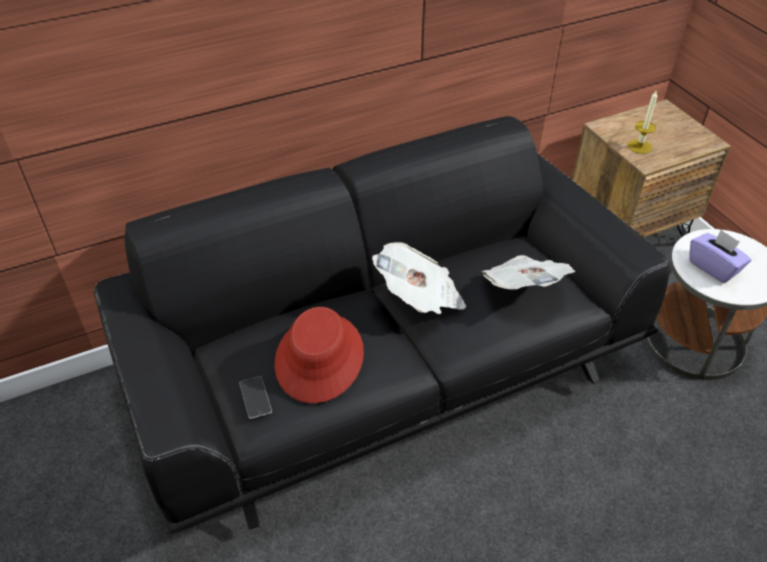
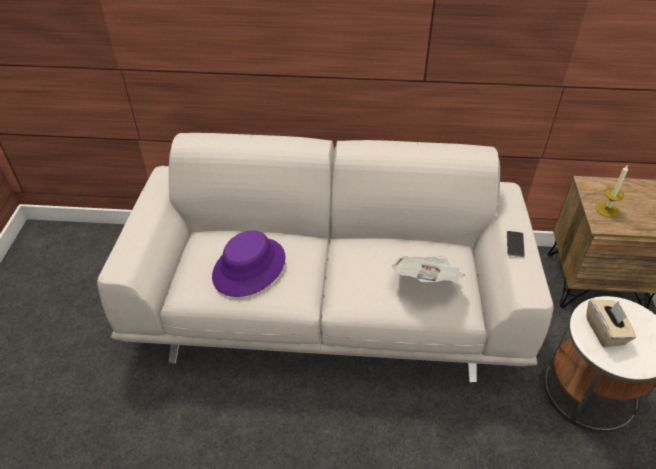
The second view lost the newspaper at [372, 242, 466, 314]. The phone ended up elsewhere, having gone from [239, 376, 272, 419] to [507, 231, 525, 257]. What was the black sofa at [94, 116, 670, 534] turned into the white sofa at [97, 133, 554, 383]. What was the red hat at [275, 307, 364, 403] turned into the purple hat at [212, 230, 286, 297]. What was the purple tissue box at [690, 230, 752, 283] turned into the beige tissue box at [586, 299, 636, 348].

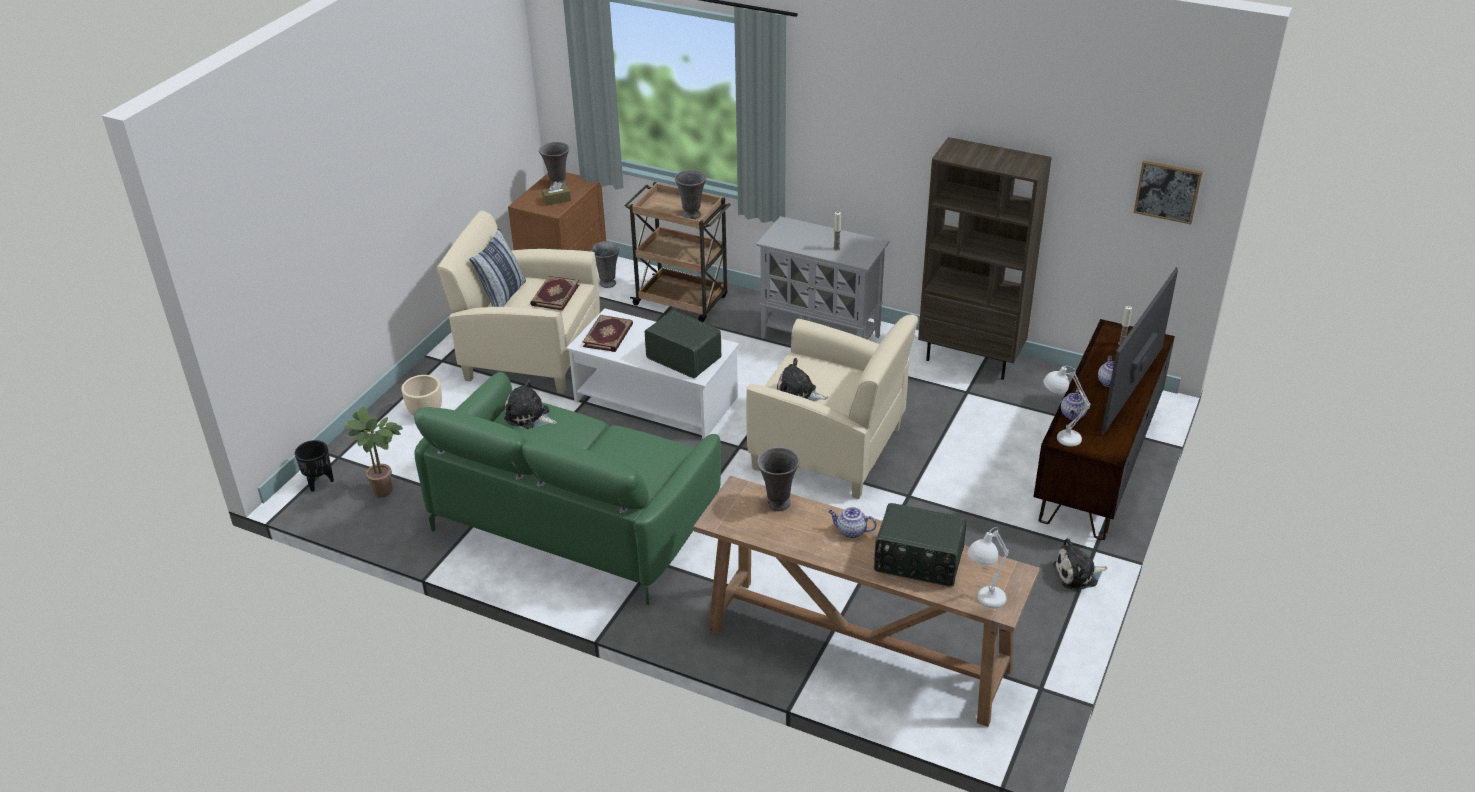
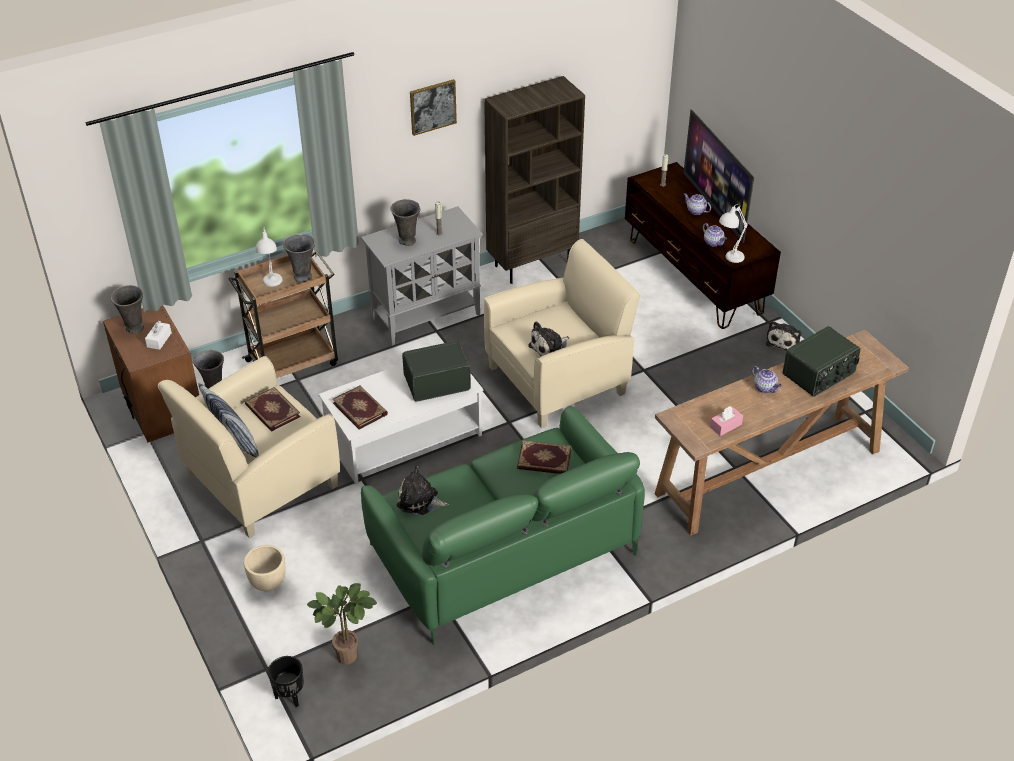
The second view gained the book at [517, 440, 572, 474]. The second view gained the pink tissue box at [710, 406, 743, 436]. The grey vase ended up elsewhere, having gone from [757, 447, 800, 511] to [391, 199, 420, 246]. The white table lamp ended up elsewhere, having gone from [967, 527, 1009, 608] to [256, 227, 283, 287]. The picture ended up elsewhere, having gone from [1134, 160, 1202, 225] to [410, 79, 457, 136]. What was the brown tissue box at [542, 181, 571, 206] turned into the white tissue box at [145, 321, 172, 350]. The plush toy at [504, 379, 557, 429] ended up facing another way, 45 degrees clockwise from before. The teapot at [828, 507, 877, 538] ended up facing another way, 90 degrees counterclockwise from before.

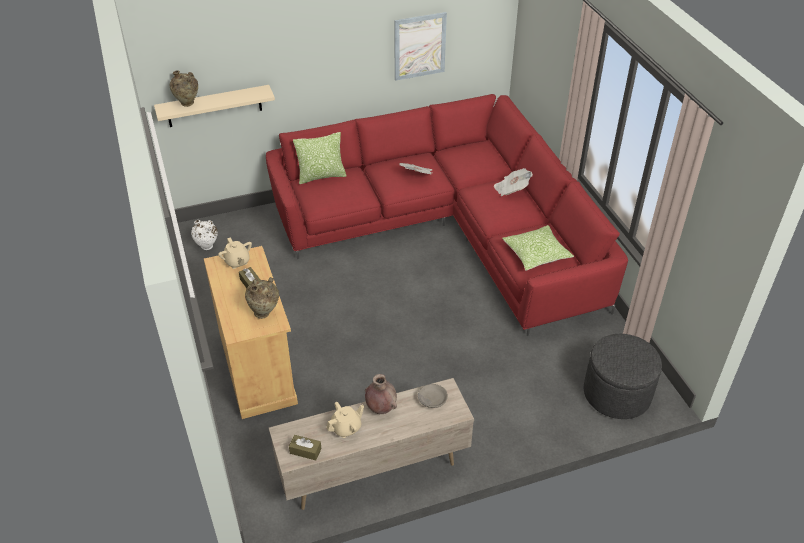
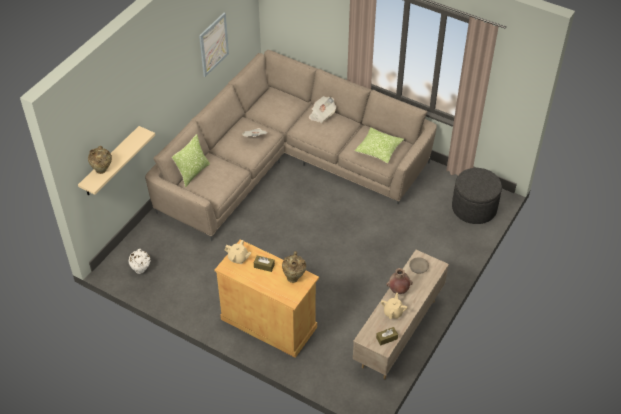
What was the red sofa at [266, 94, 628, 336] turned into the beige sofa at [145, 50, 437, 241].

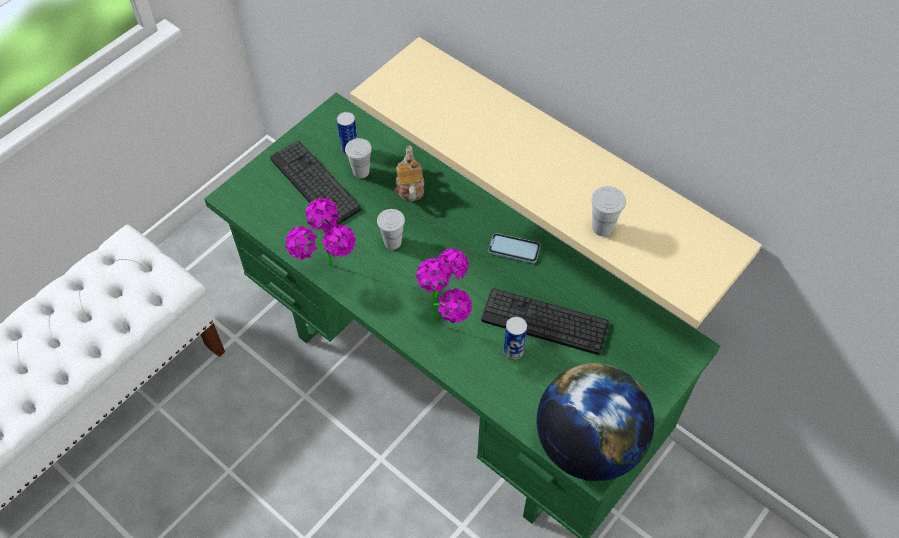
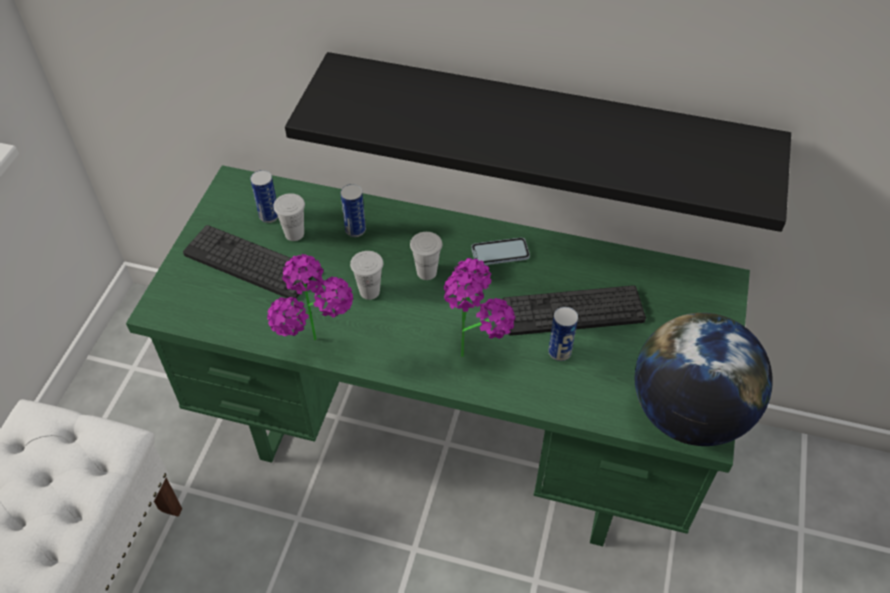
The white cup ended up elsewhere, having gone from [591, 186, 626, 236] to [410, 232, 442, 280]. Where the teapot stood at [394, 145, 424, 201], the can came to stand at [340, 184, 366, 237]. What was the beige shelf at [350, 37, 762, 328] turned into the black shelf at [285, 52, 791, 232].

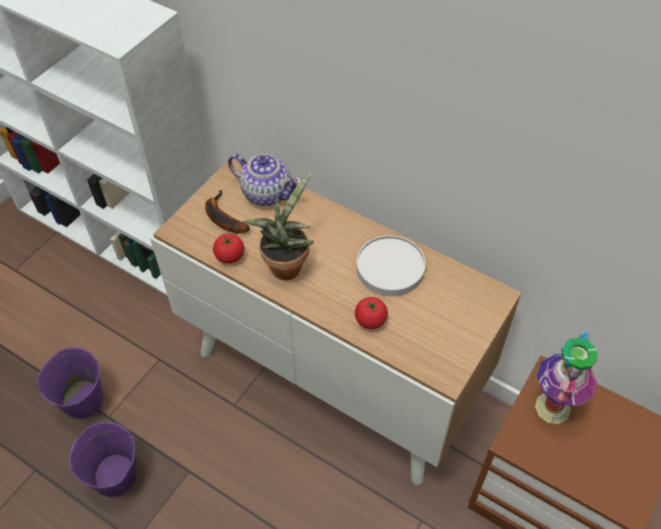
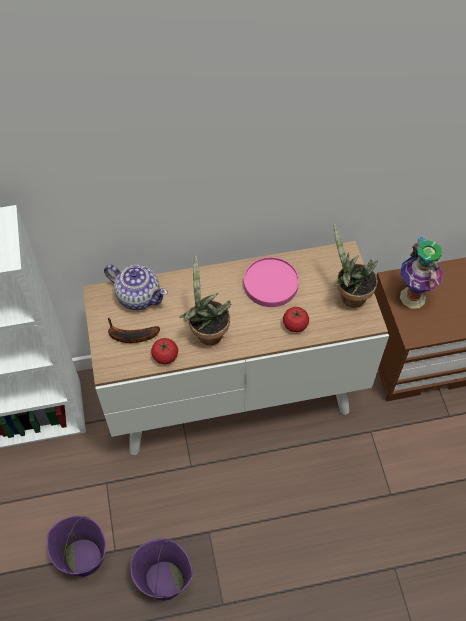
The second view gained the potted plant at [334, 224, 378, 308]. What was the white plate at [357, 235, 425, 296] turned into the pink plate at [244, 257, 299, 307]. The teapot at [228, 154, 302, 206] ended up facing another way, 45 degrees clockwise from before.

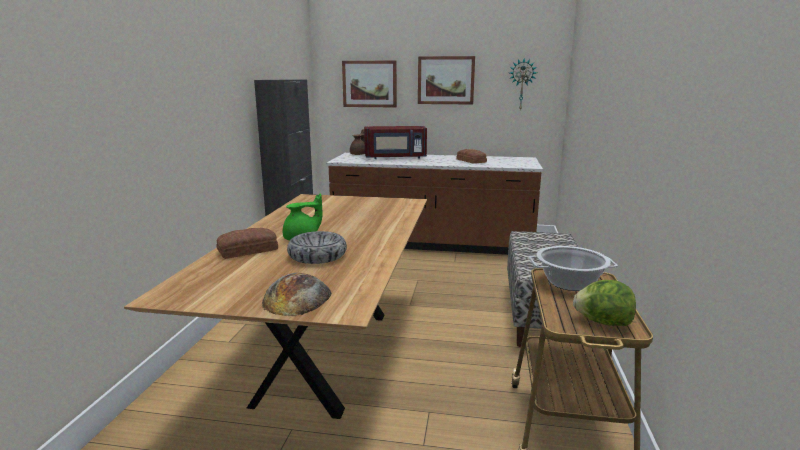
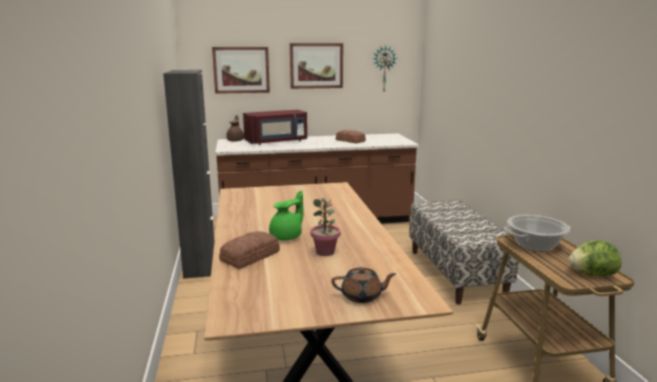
Where the bread stood at [262, 273, 332, 316], the brown teapot came to stand at [331, 267, 396, 303]. Where the bowl stood at [287, 231, 347, 264], the potted plant came to stand at [310, 198, 340, 256].

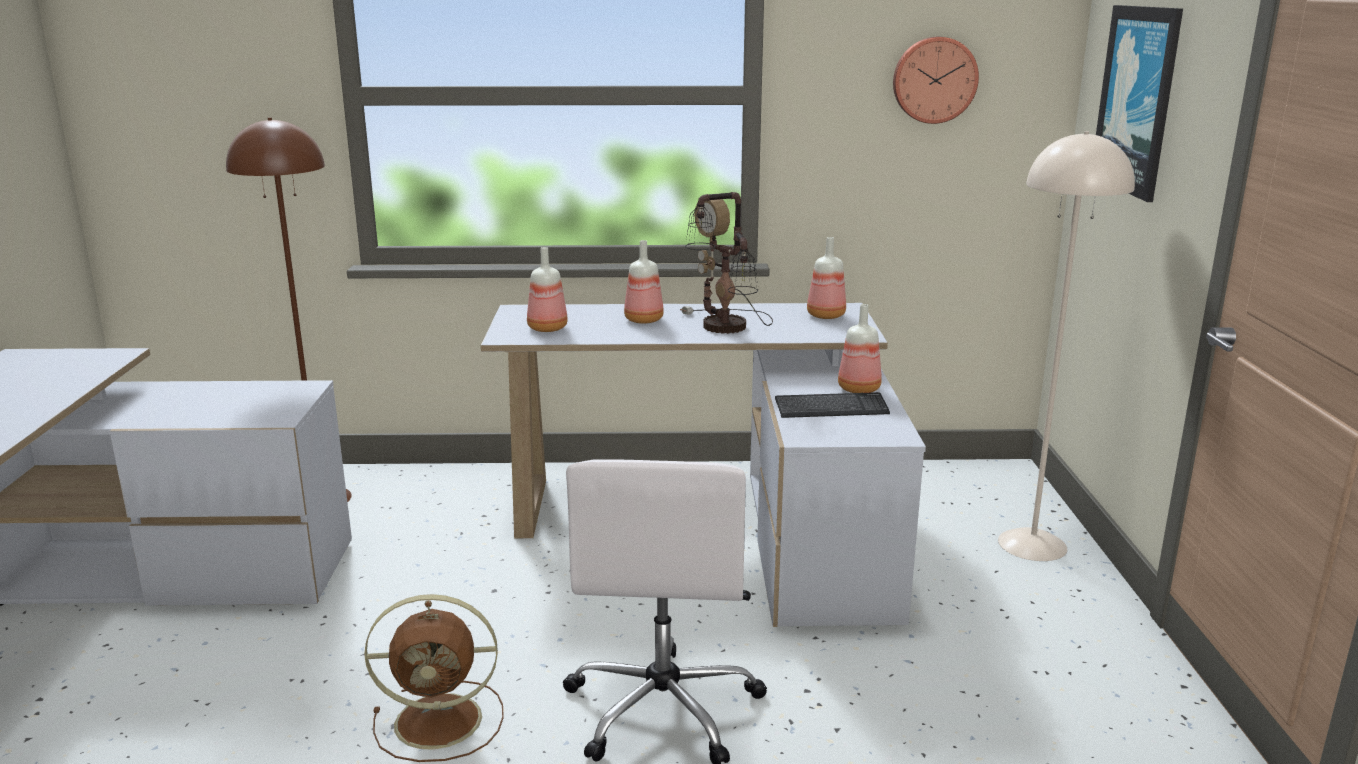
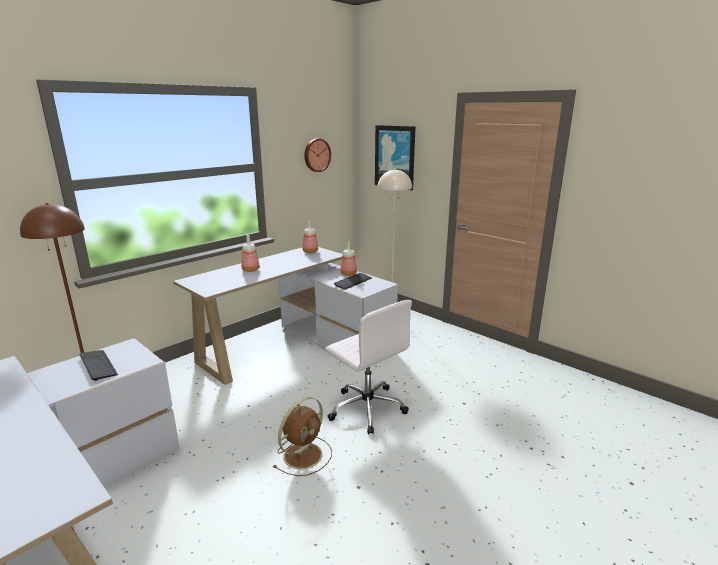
The second view lost the bottle at [527, 247, 568, 332]. The second view lost the table lamp at [680, 192, 773, 334]. The second view gained the keyboard at [79, 350, 118, 381].

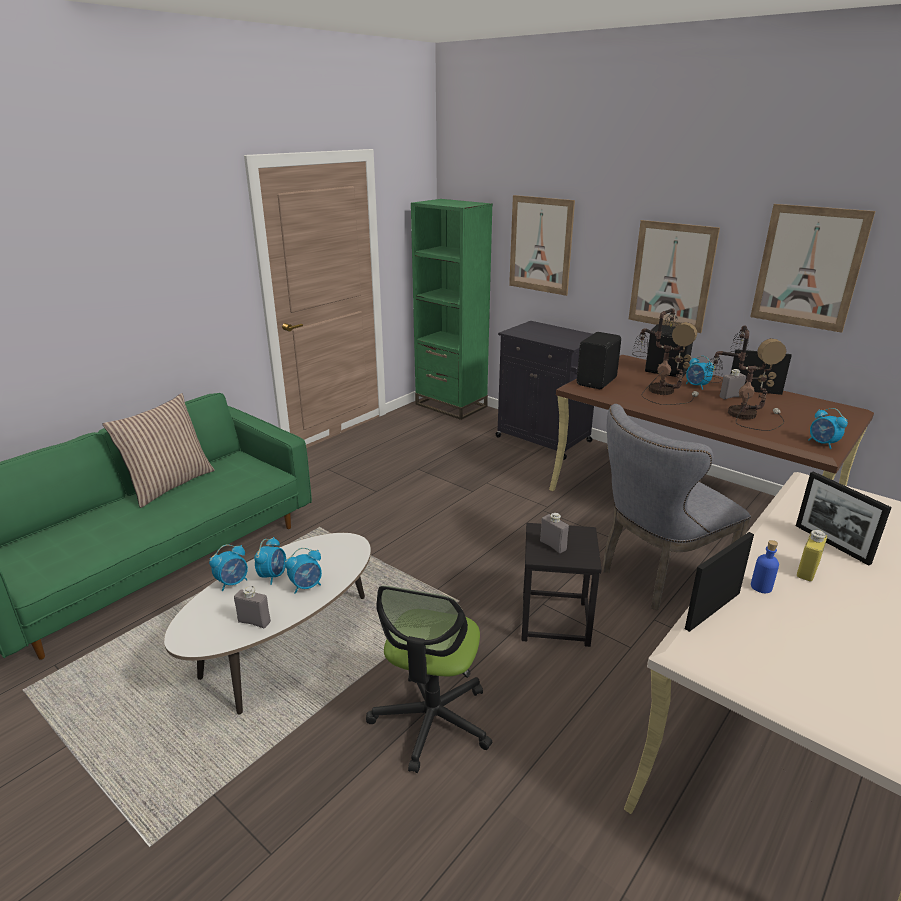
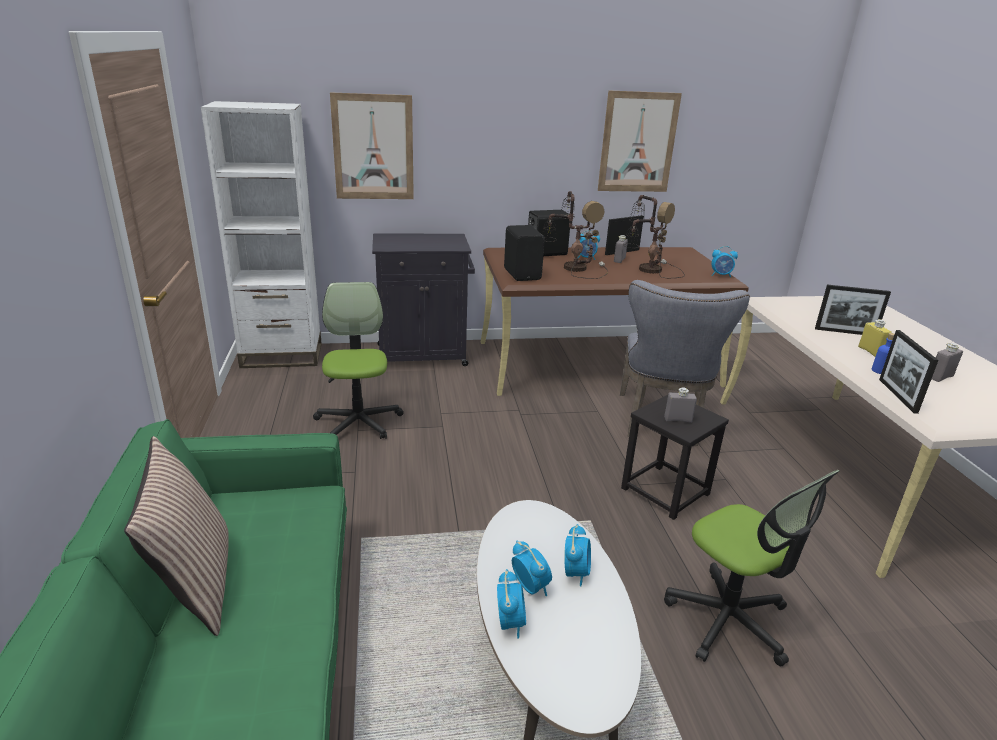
The second view lost the picture at [629, 220, 720, 333]. The second view gained the office chair at [313, 282, 404, 439]. The grey bottle ended up elsewhere, having gone from [234, 586, 271, 628] to [932, 343, 963, 382]. What was the green bookcase at [411, 199, 493, 420] turned into the white bookcase at [201, 101, 322, 368].

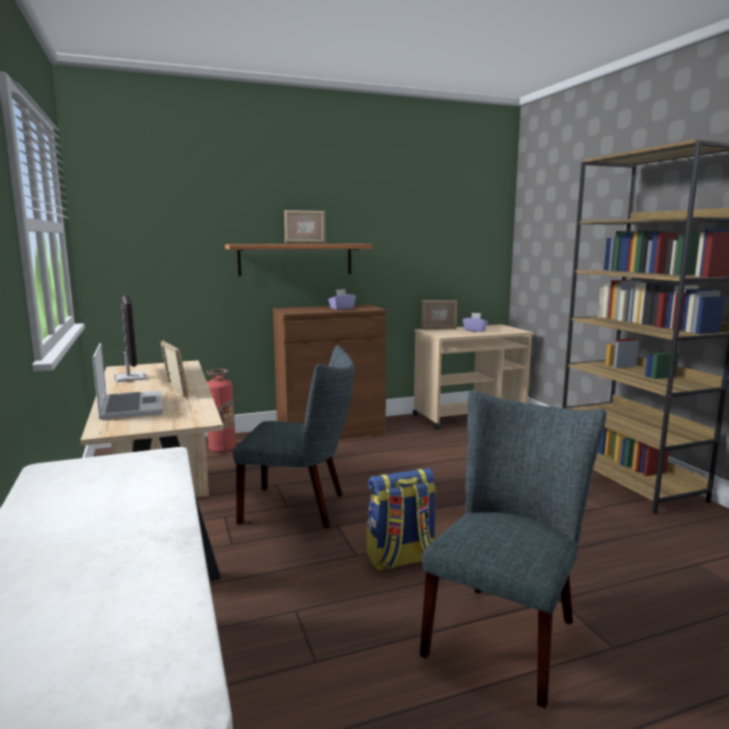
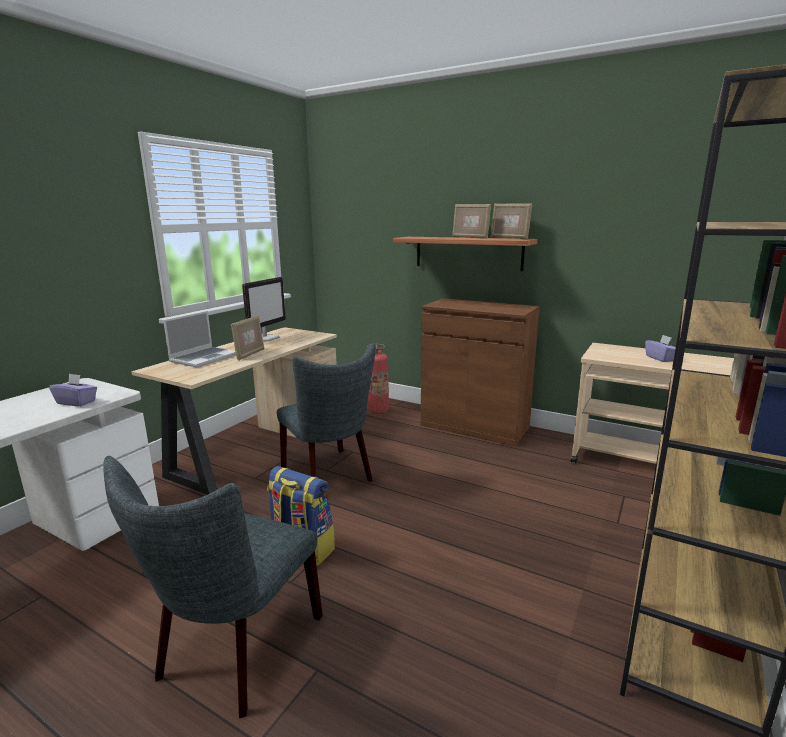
The purple tissue box ended up elsewhere, having gone from [328, 289, 356, 310] to [49, 374, 97, 407]. The picture frame ended up elsewhere, having gone from [421, 300, 457, 329] to [490, 203, 532, 239]. The grey chair at [420, 390, 606, 708] ended up facing another way, 120 degrees clockwise from before.

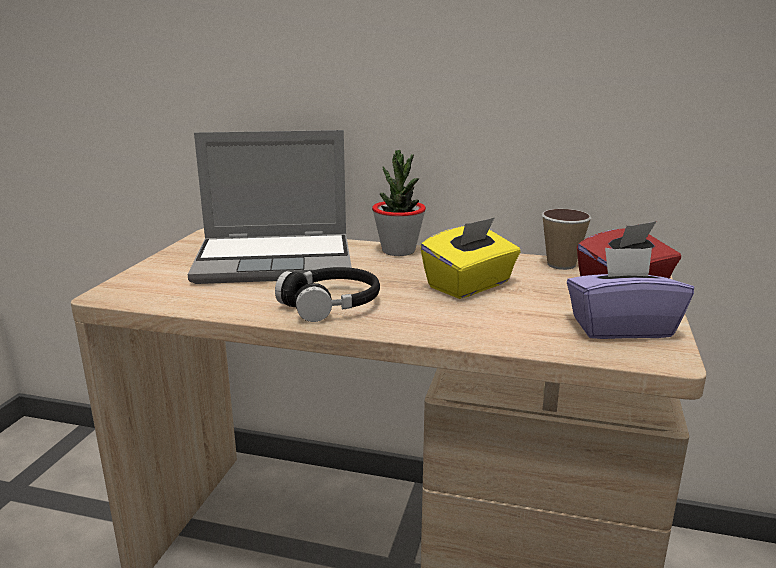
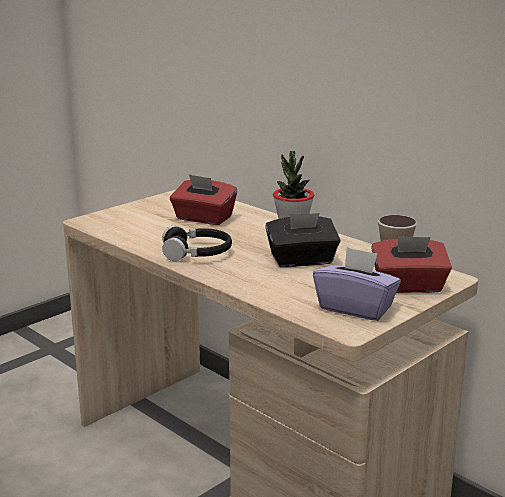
Where the laptop stood at [187, 130, 352, 284], the red tissue box came to stand at [170, 174, 237, 225]. What was the yellow tissue box at [420, 217, 521, 299] turned into the black tissue box at [265, 213, 340, 267].

